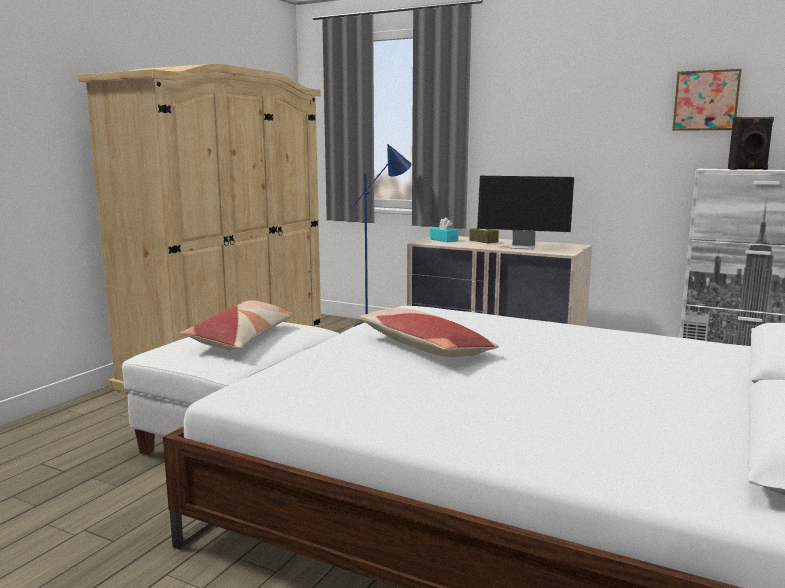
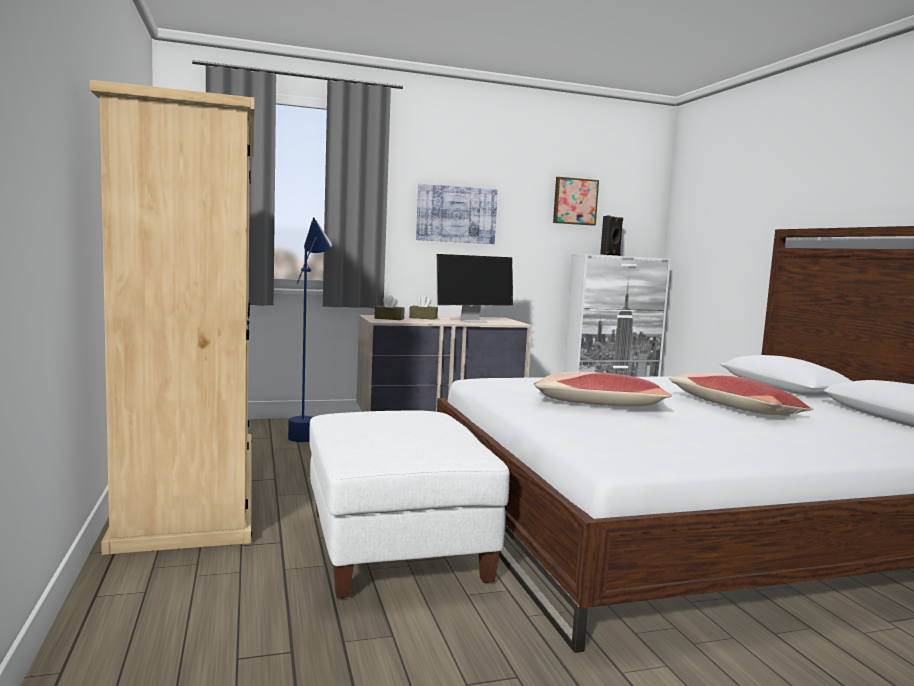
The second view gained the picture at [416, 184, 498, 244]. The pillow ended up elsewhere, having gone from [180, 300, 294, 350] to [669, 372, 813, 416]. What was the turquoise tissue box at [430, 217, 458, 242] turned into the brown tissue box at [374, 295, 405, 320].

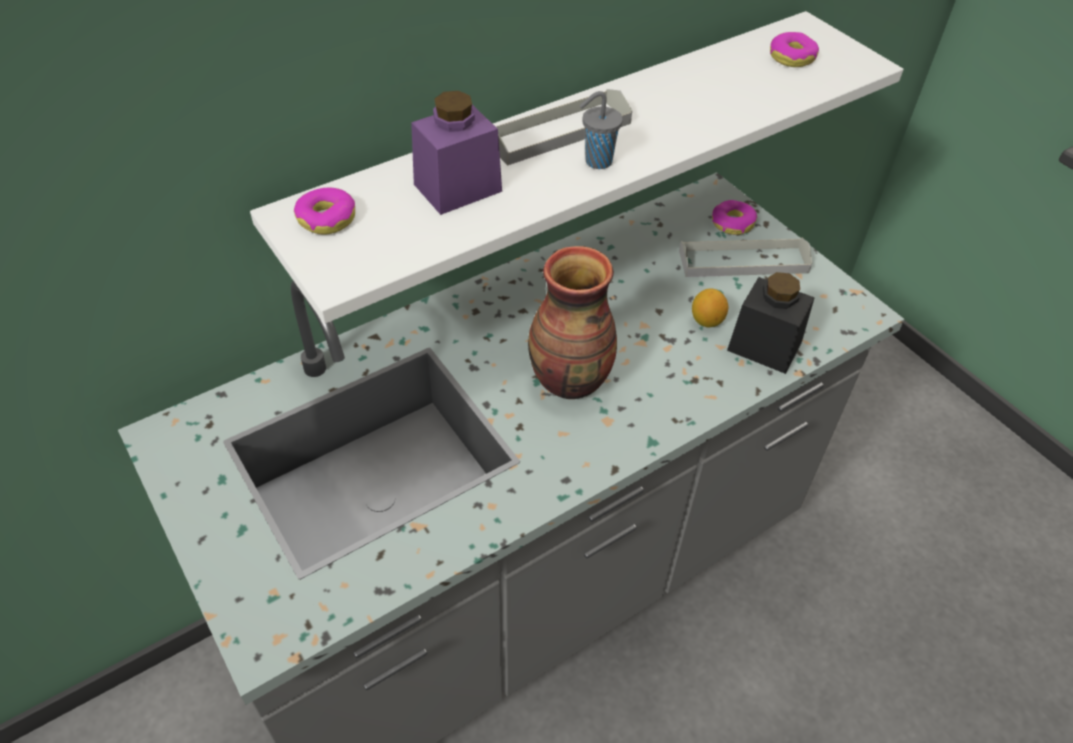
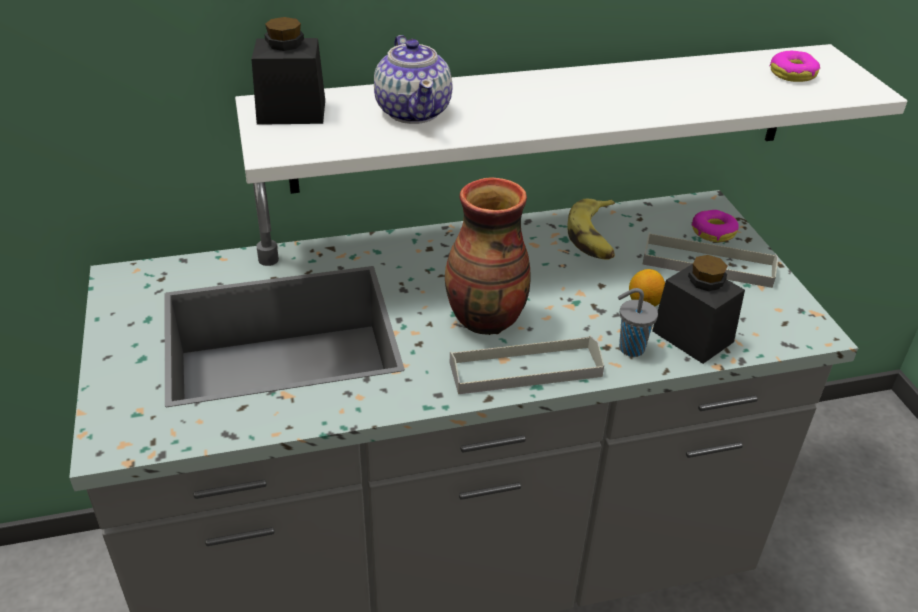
The second view gained the banana at [567, 199, 615, 260]. The grey tray ended up elsewhere, having gone from [495, 89, 632, 166] to [450, 336, 604, 394]. The grey cup ended up elsewhere, having gone from [580, 91, 623, 169] to [618, 288, 658, 357]. Where the donut stood at [294, 187, 355, 234], the black jar came to stand at [252, 17, 325, 125]. Where the purple jar stood at [411, 91, 502, 215], the teapot came to stand at [374, 35, 452, 124].

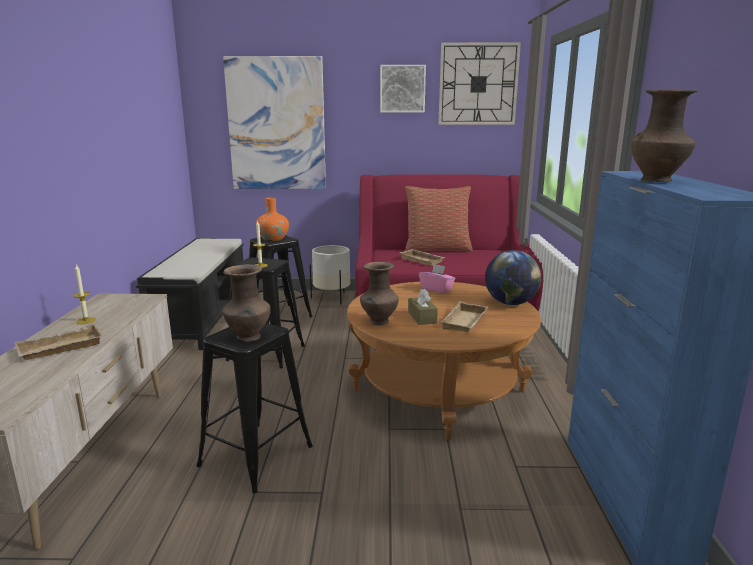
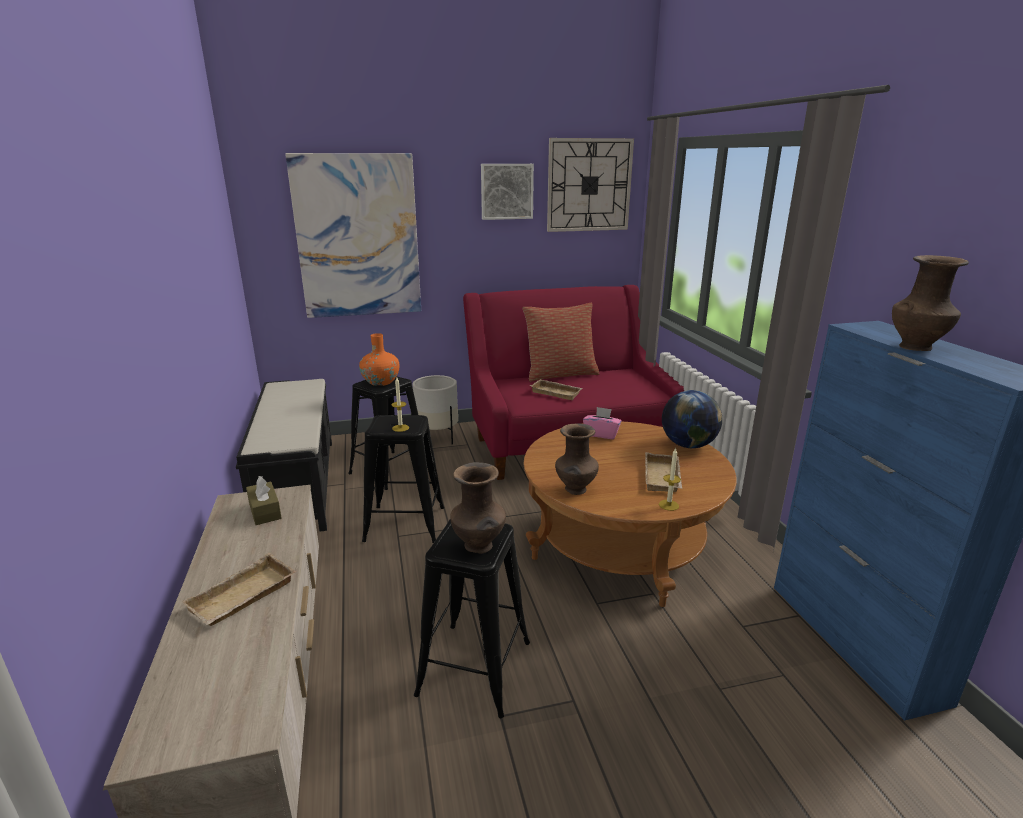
The candle ended up elsewhere, having gone from [73, 264, 96, 324] to [659, 448, 681, 511]. The brown tissue box ended up elsewhere, having gone from [408, 289, 438, 325] to [246, 476, 282, 525].

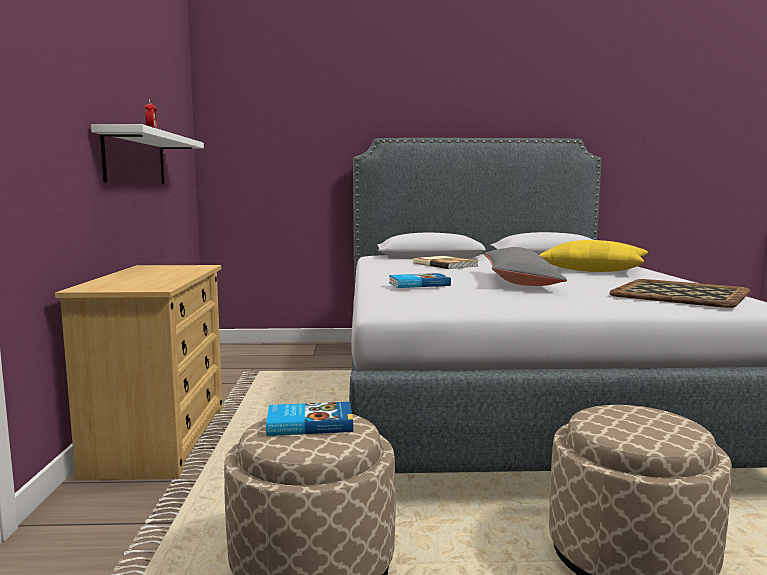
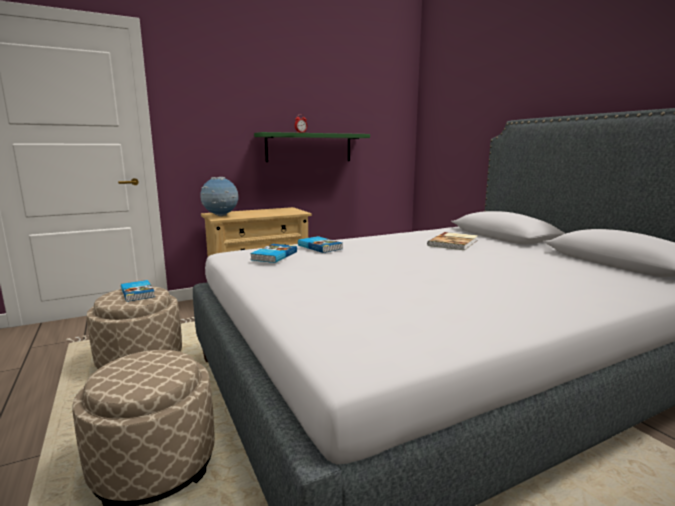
The second view lost the grey pillow at [484, 247, 567, 286]. The second view lost the yellow pillow at [540, 240, 648, 272]. The second view lost the tray at [609, 279, 750, 308]. The second view gained the globe at [200, 177, 238, 216]. The second view gained the book at [250, 244, 297, 263]. What was the white shelf at [91, 124, 204, 184] turned into the green shelf at [254, 132, 370, 162].

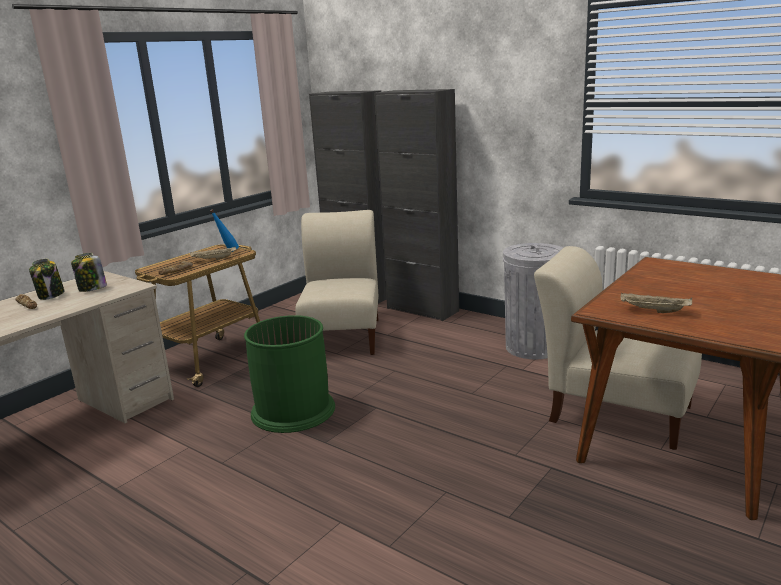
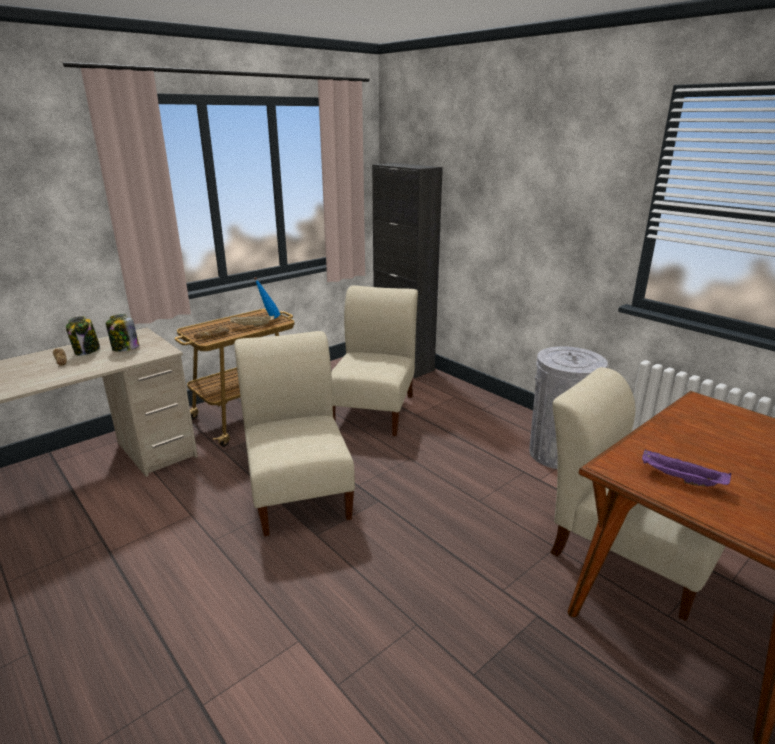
The second view lost the black cabinet at [374, 89, 459, 321]. Where the green trash can stood at [244, 315, 335, 433], the beige chair came to stand at [234, 331, 355, 536]. What was the beige tray at [621, 293, 692, 313] turned into the purple tray at [642, 449, 731, 486].

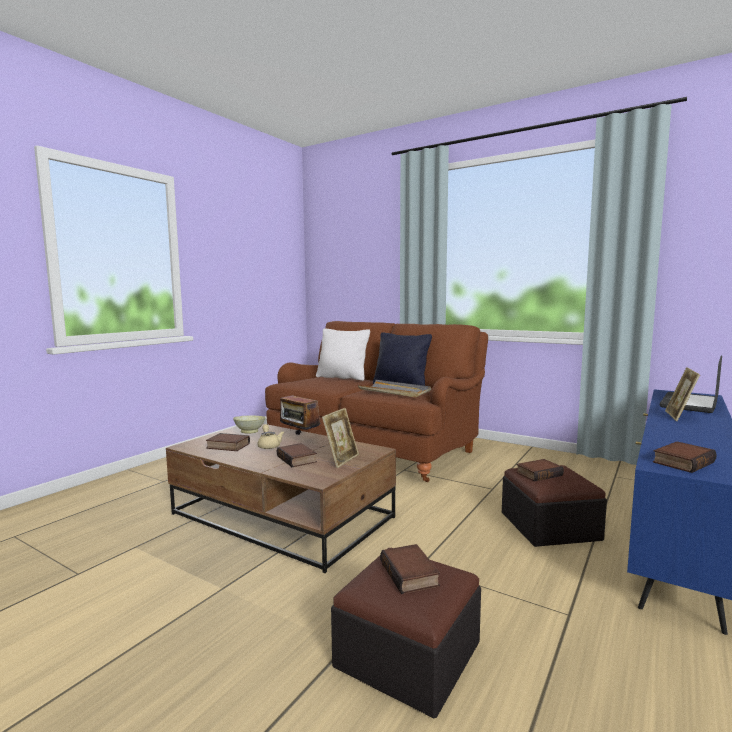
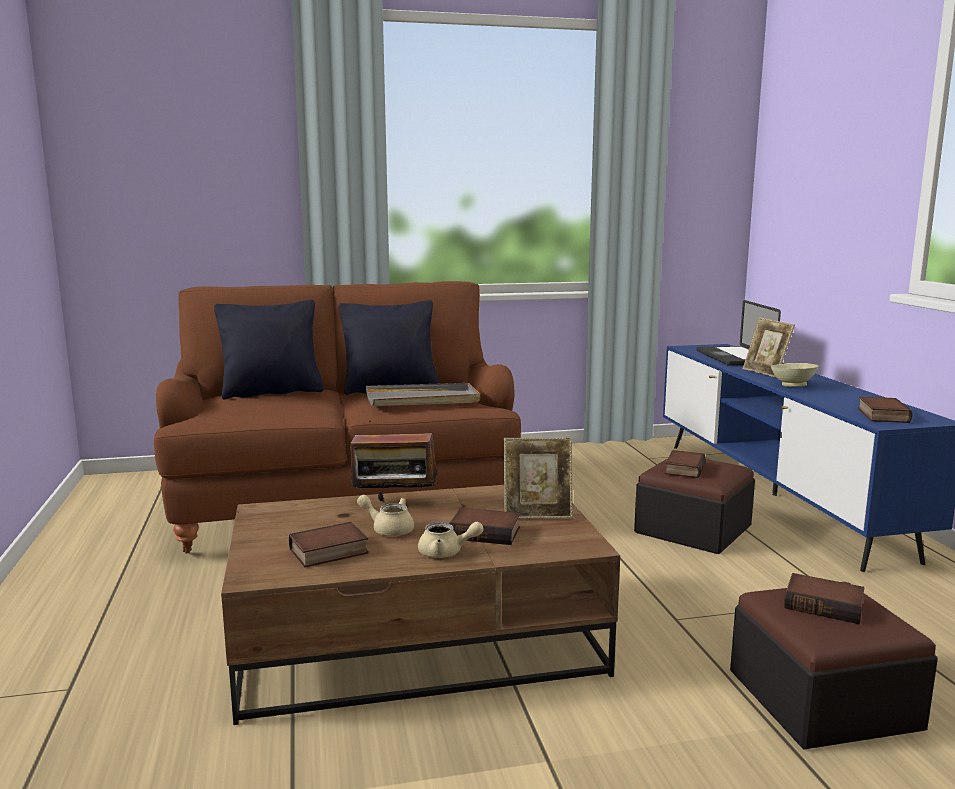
The second view gained the beige teapot at [418, 522, 484, 558]. The beige bowl ended up elsewhere, having gone from [233, 416, 266, 433] to [771, 363, 819, 387]. What was the white pillow at [316, 328, 370, 381] turned into the black pillow at [214, 300, 324, 400]. The picture frame at [322, 408, 359, 468] ended up facing another way, 105 degrees clockwise from before.

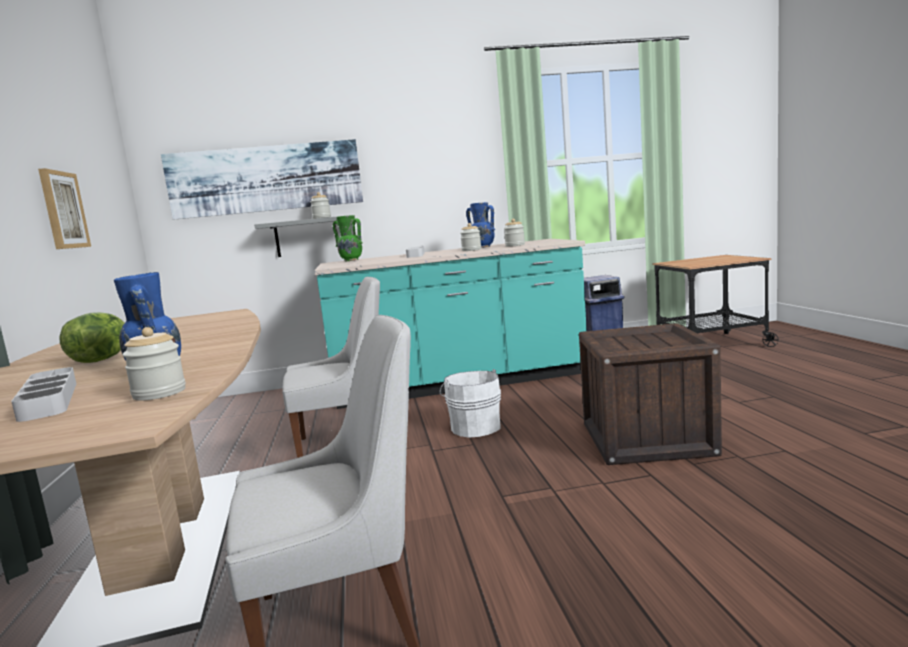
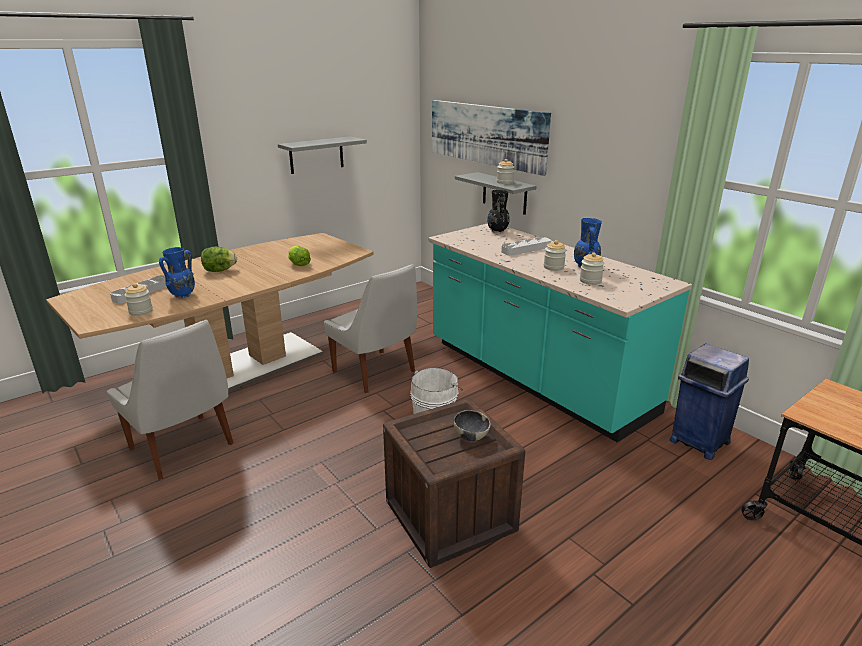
The second view gained the lettuce at [288, 246, 311, 266]. The second view gained the bowl at [453, 410, 491, 441]. Where the picture hung at [38, 168, 91, 249], the grey shelf came to hang at [278, 136, 367, 174]. What was the green vase at [333, 215, 362, 261] turned into the black vase at [487, 190, 510, 233].

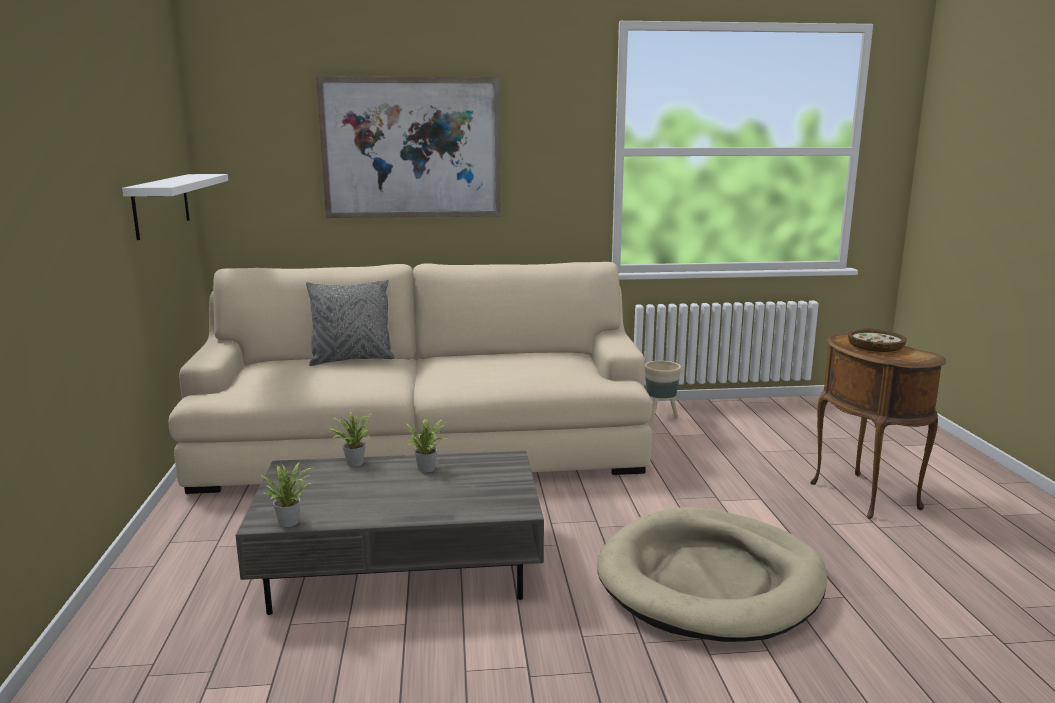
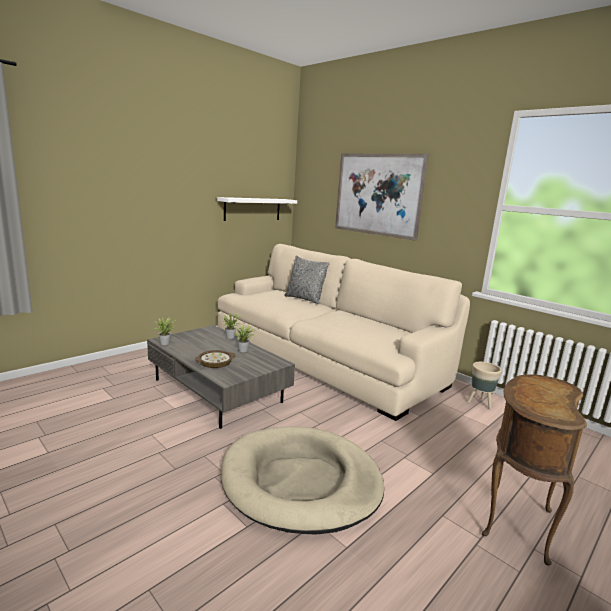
The bowl ended up elsewhere, having gone from [848, 328, 907, 352] to [195, 350, 236, 368].

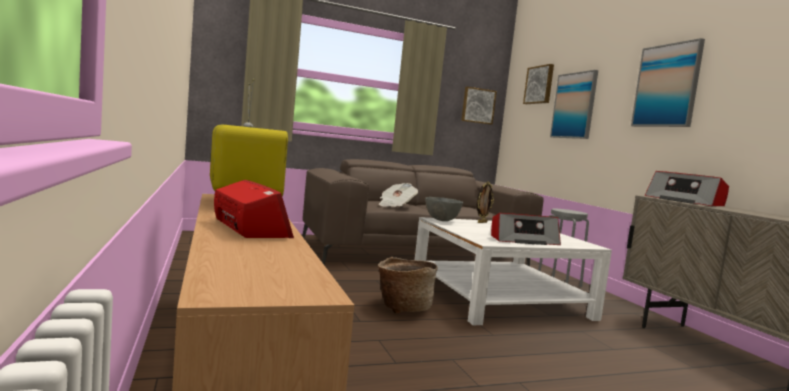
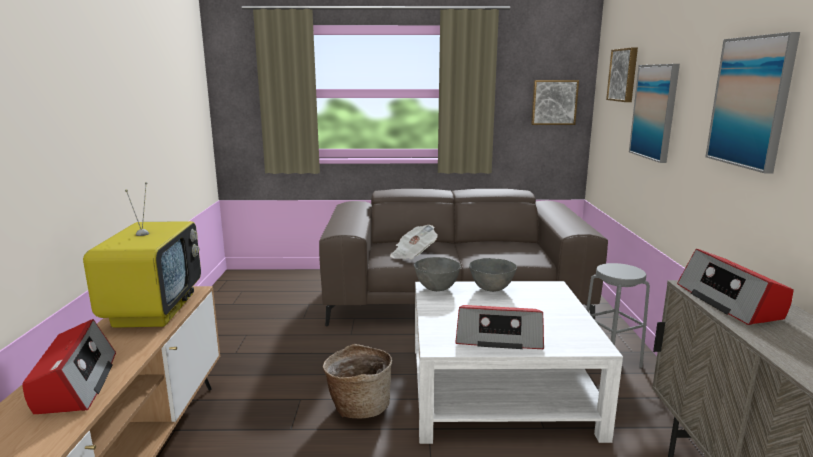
Where the picture frame stood at [477, 182, 494, 223], the grey bowl came to stand at [469, 258, 517, 292].

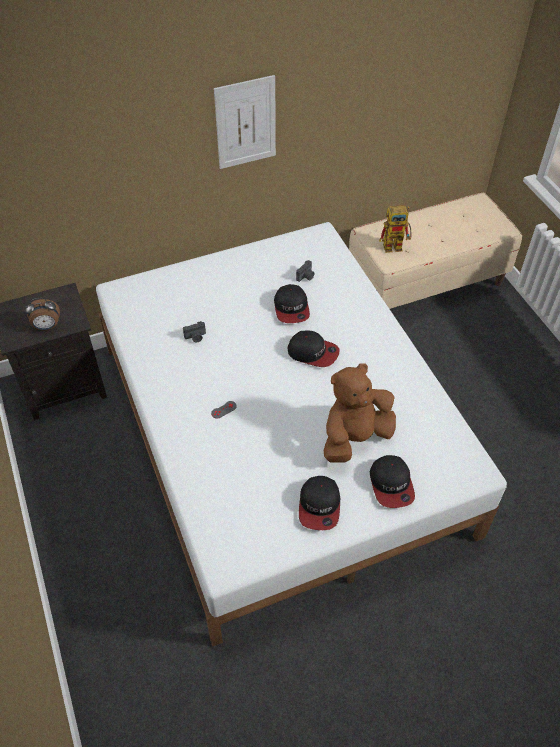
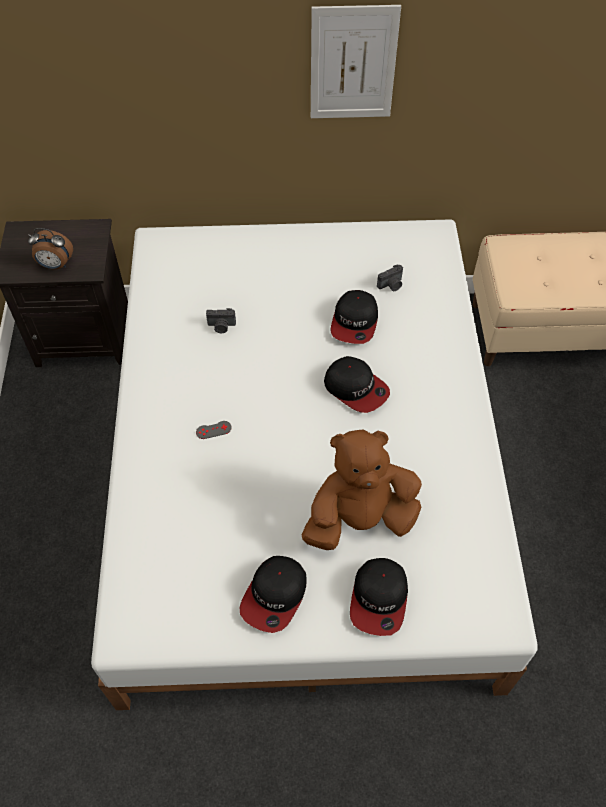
The second view lost the toy robot at [379, 205, 412, 253].

